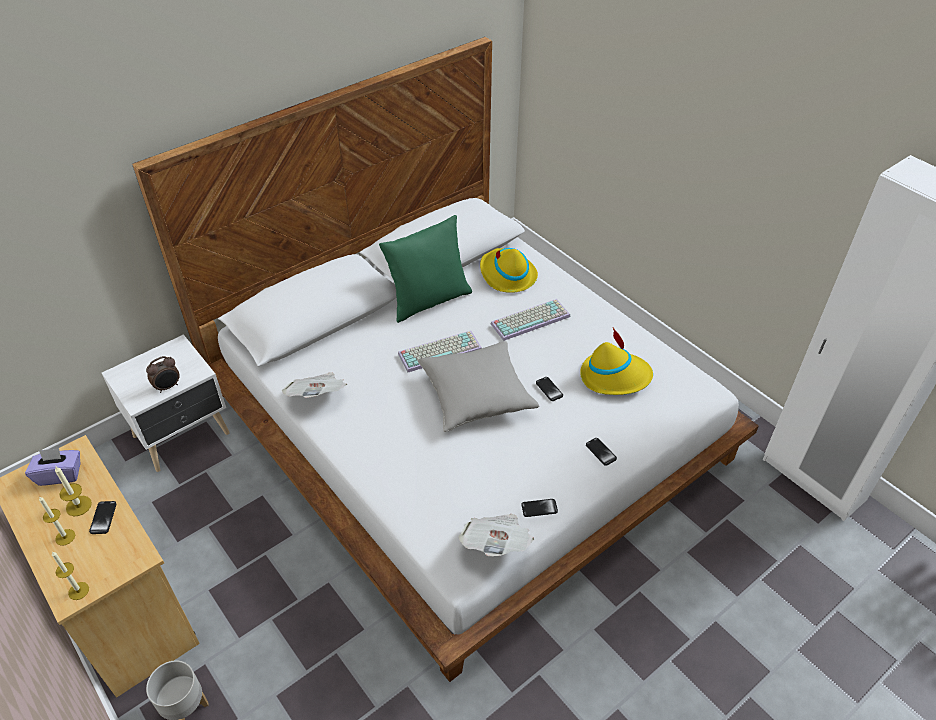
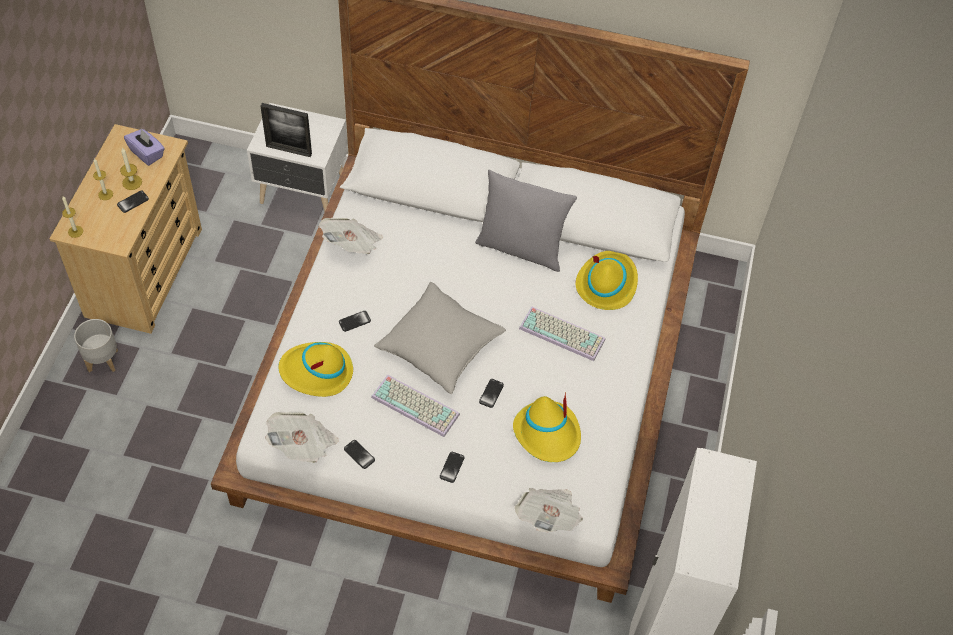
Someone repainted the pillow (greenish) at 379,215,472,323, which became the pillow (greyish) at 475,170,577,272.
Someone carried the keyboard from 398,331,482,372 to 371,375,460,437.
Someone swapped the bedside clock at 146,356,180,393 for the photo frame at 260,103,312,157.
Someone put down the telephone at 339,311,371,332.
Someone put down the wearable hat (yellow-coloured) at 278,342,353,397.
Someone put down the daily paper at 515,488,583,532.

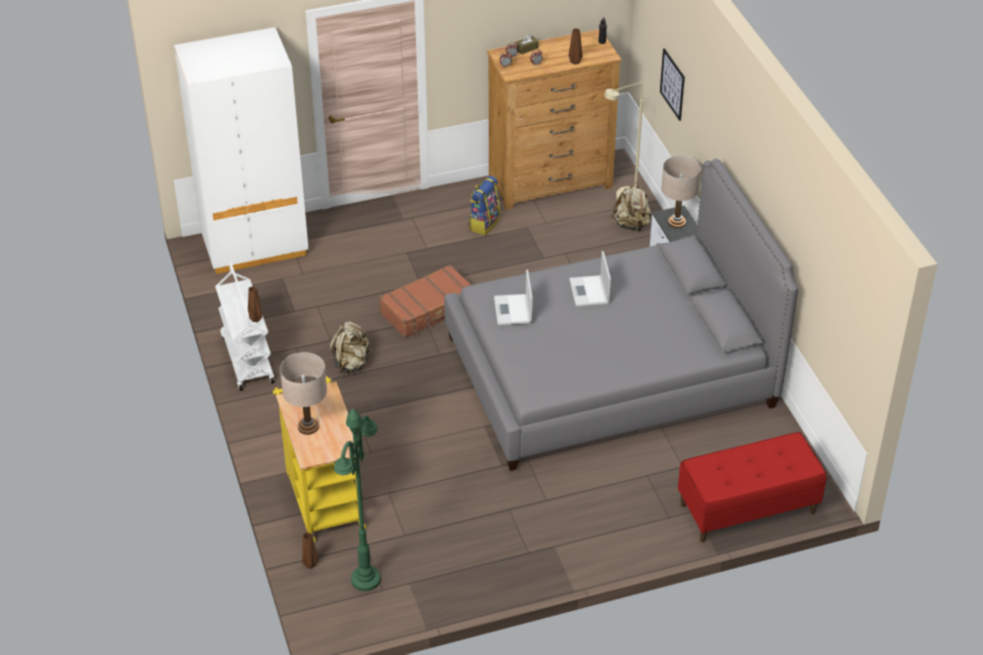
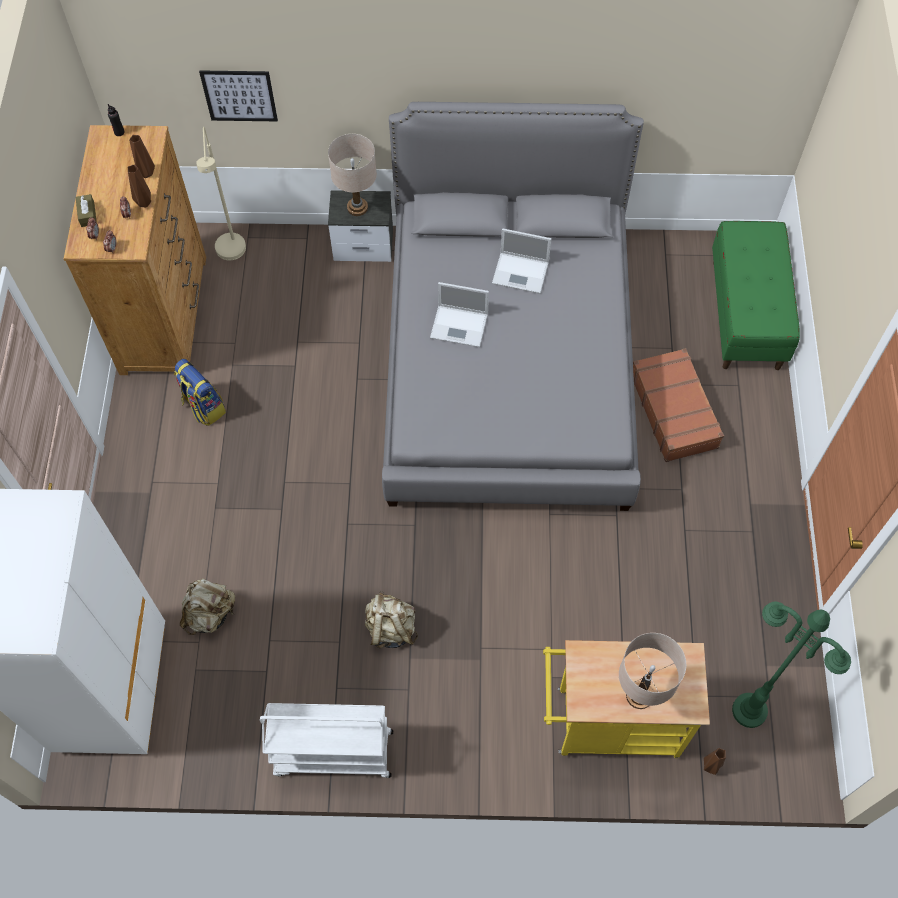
Someone carried the rucksack (beige) from 611,182,652,232 to 180,578,235,635.
Someone carried the piece of luggage (brown) from 379,265,471,338 to 633,348,724,462.
Someone carried the laptop from 494,270,533,325 to 492,228,551,294.
Someone carried the flower vase (brown) from 248,286,262,322 to 128,165,151,208.
Someone repainted the indoor bench (red) at 678,432,827,542, which became the indoor bench (greenish) at 712,221,800,370.

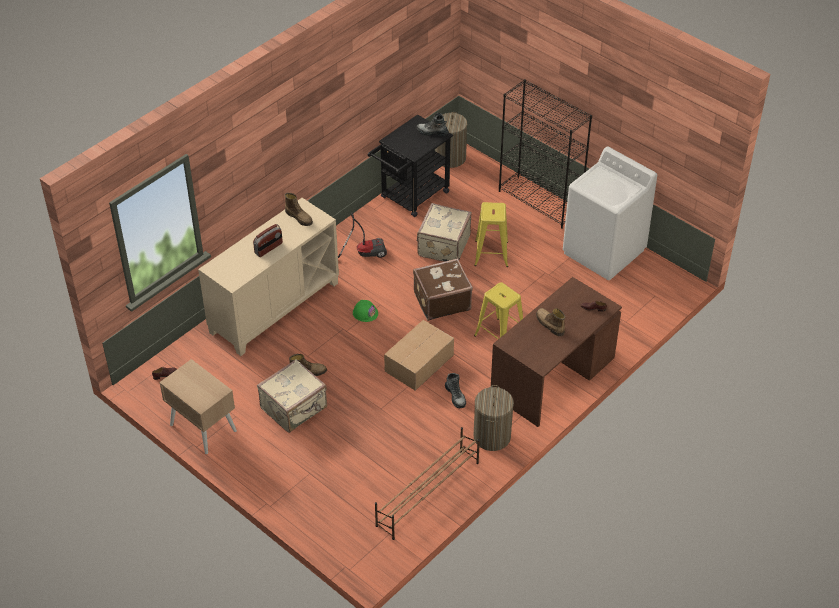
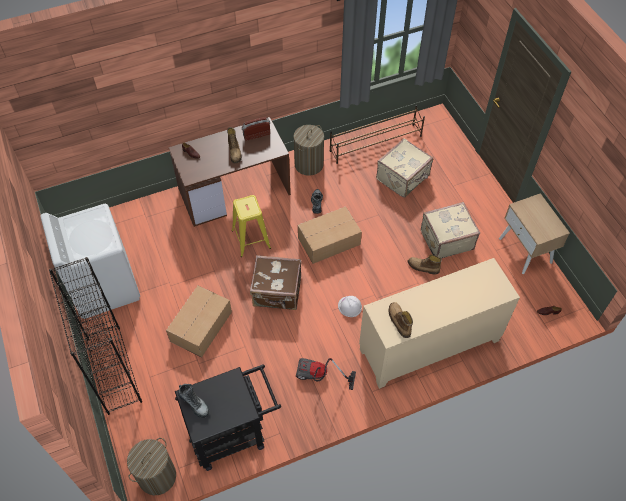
Someone swapped the sitting stool (yellow-coloured) at 474,202,508,267 for the cardboard box at 166,286,232,357.
Someone carried the piece of luggage (beige) from 417,203,472,262 to 376,138,433,198.
Someone carried the radio from 253,224,283,257 to 242,117,270,141.
Someone repainted the safety helmet (greenish) at 353,300,378,322, which became the safety helmet (white) at 338,296,362,317.

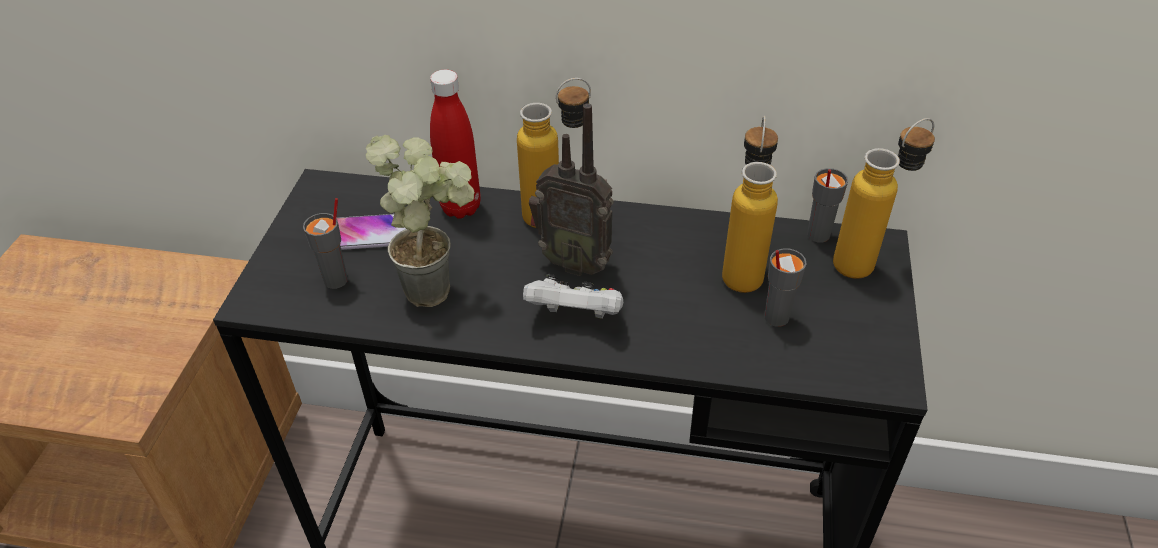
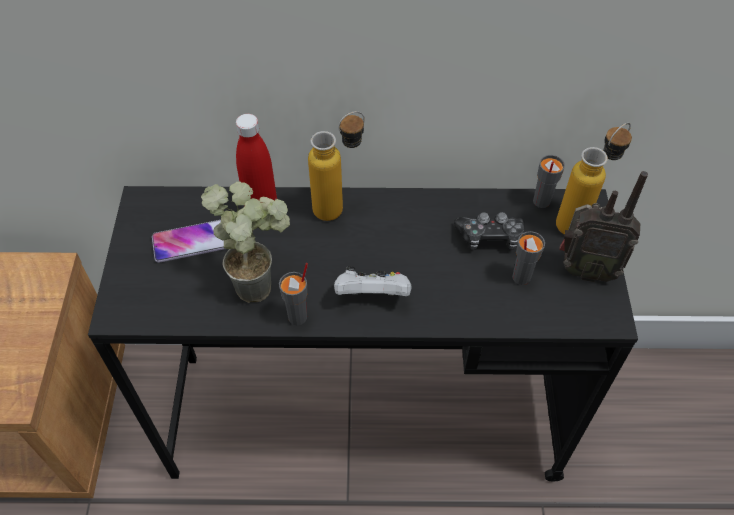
Someone carried the radio from 529,103,614,276 to 559,171,648,282.
Someone swapped the drink bottle at 722,116,778,293 for the game controller at 454,212,525,250.
Someone carried the drinking cup (greyish) from 303,198,348,289 to 279,263,308,325.

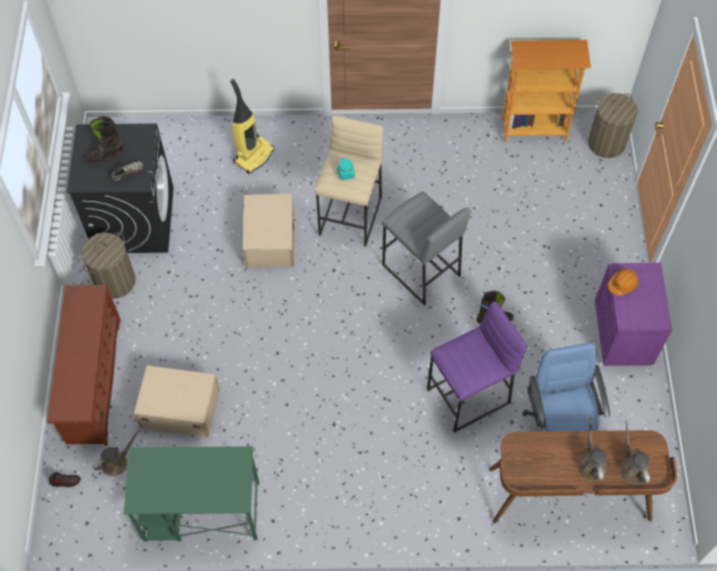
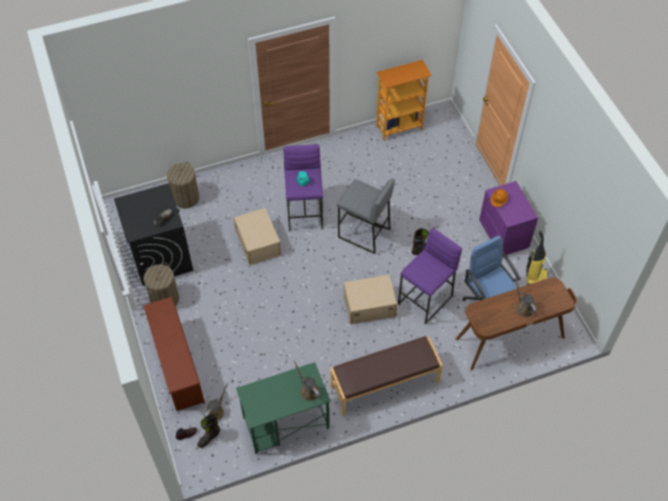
Someone carried the vacuum cleaner from 230,79,275,174 to 526,231,548,285.
Someone carried the hamper from 588,93,638,158 to 167,162,199,209.
Someone carried the high-top boot (black-coloured) from 86,116,123,163 to 197,415,220,448.
Someone repainted the sitting stool (beige) at 315,116,384,246, which became the sitting stool (purplish) at 284,144,323,231.
Someone carried the storage bin (beige) from 134,365,220,438 to 344,275,397,324.
Someone carried the sprinkling can (brown) from 620,420,650,484 to 294,361,319,401.
Someone put down the indoor bench (brown) at 330,336,443,416.

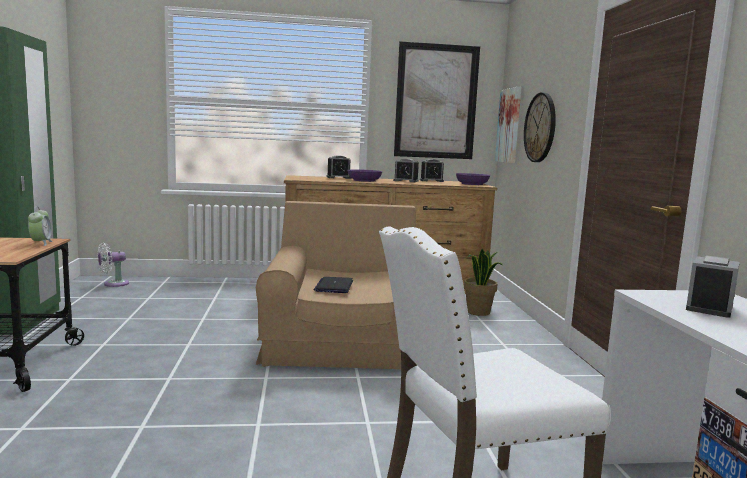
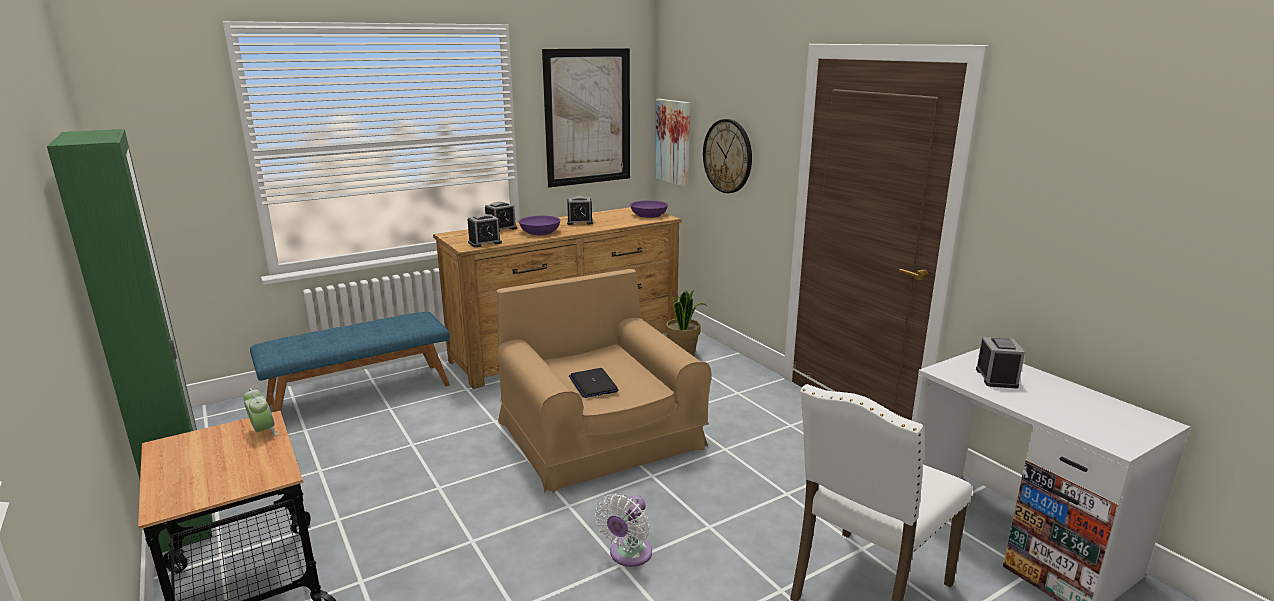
Someone carried the bedside clock from 420,159,444,182 to 468,214,502,247.
Someone carried the cooling fan (white) from 97,243,129,287 to 595,494,652,567.
Someone put down the indoor bench (blue-coloured) at 250,312,450,412.

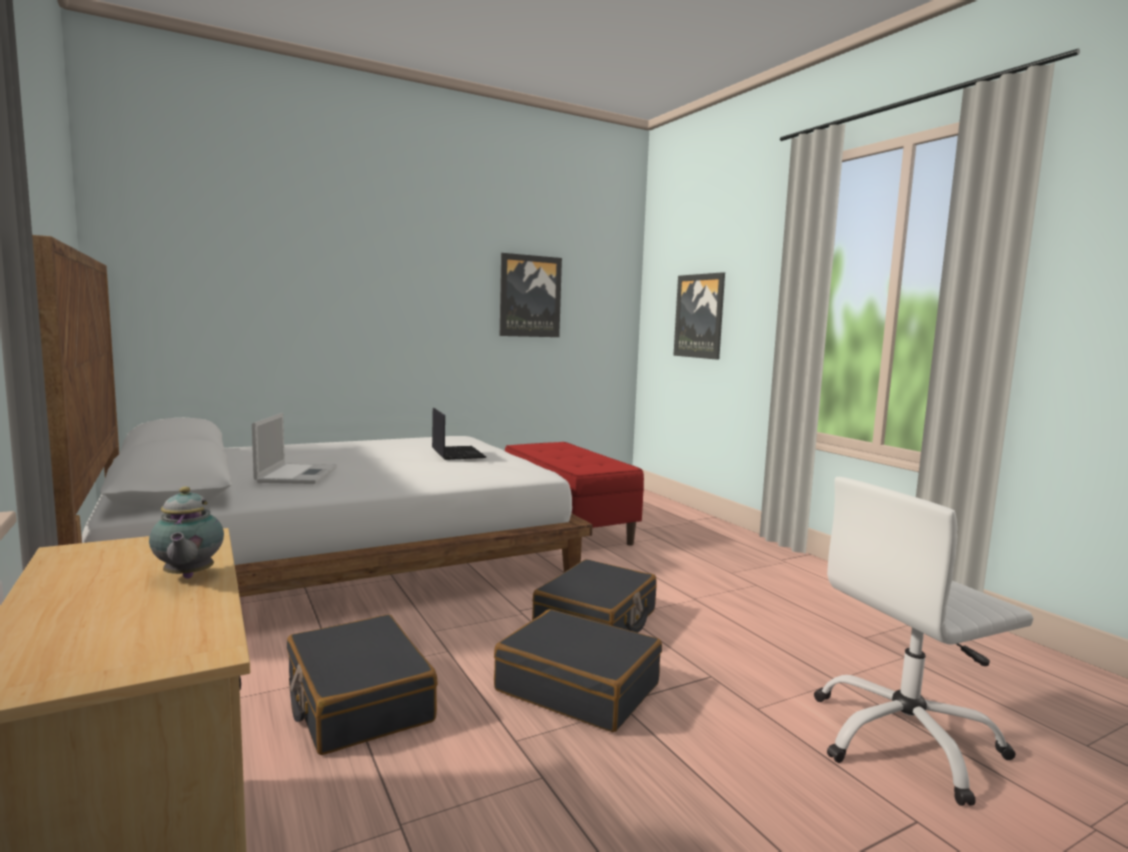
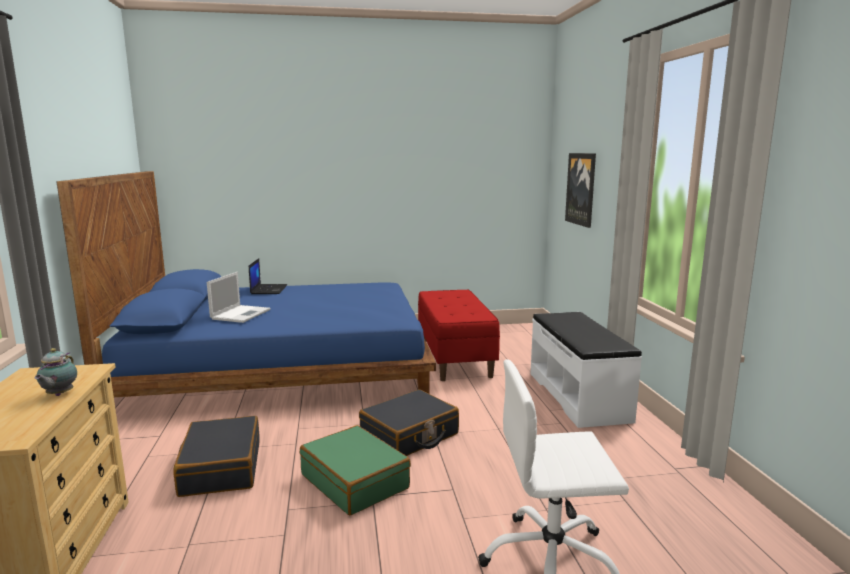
Someone repainted the bedroom bed (white) at 32,235,593,597, which became the bedroom bed (blue-coloured) at 57,171,436,397.
Someone took away the wall picture at 500,253,562,337.
Someone carried the laptop from 432,408,486,460 to 249,258,287,294.
Someone repainted the piece of luggage (black-coloured) at 494,609,662,732, which became the piece of luggage (greenish) at 300,425,411,515.
Someone put down the indoor bench (white) at 530,312,642,428.

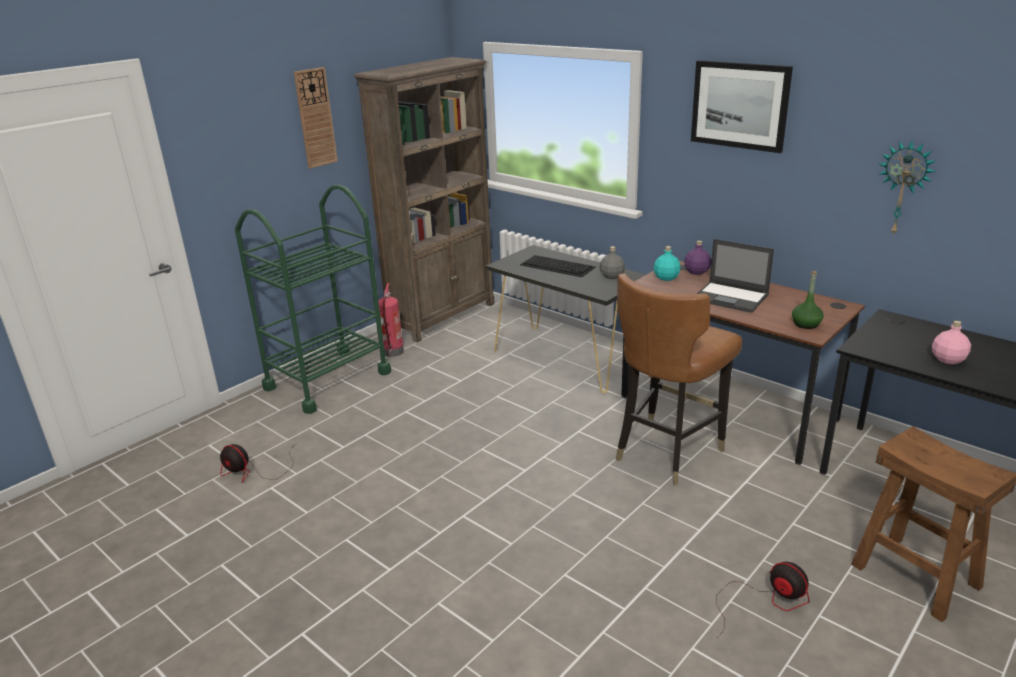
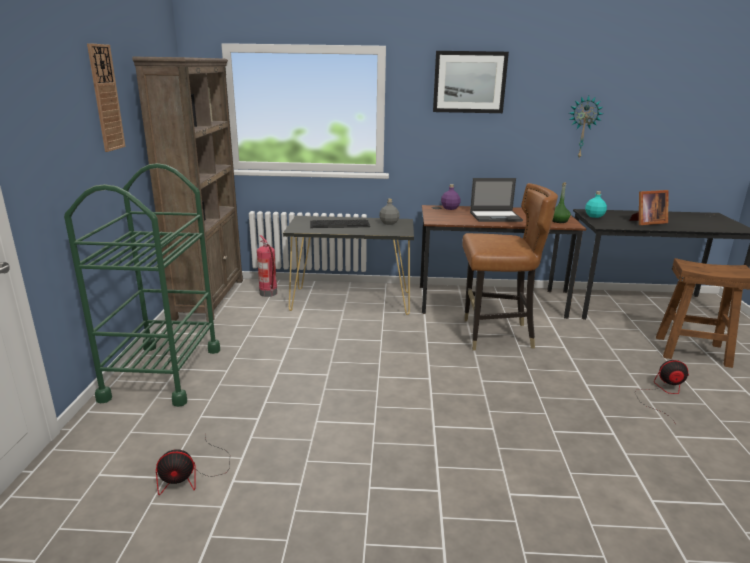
Someone carried the drink bottle (blue-green) from 654,246,680,281 to 585,191,607,218.
Someone rotated the upright chair (brown) at 616,273,742,485 by 90 degrees counterclockwise.
Someone carried the extinguisher from 378,283,404,357 to 257,235,277,297.
Someone swapped the drink bottle (pinkish) at 932,321,971,364 for the photo frame at 629,190,669,225.

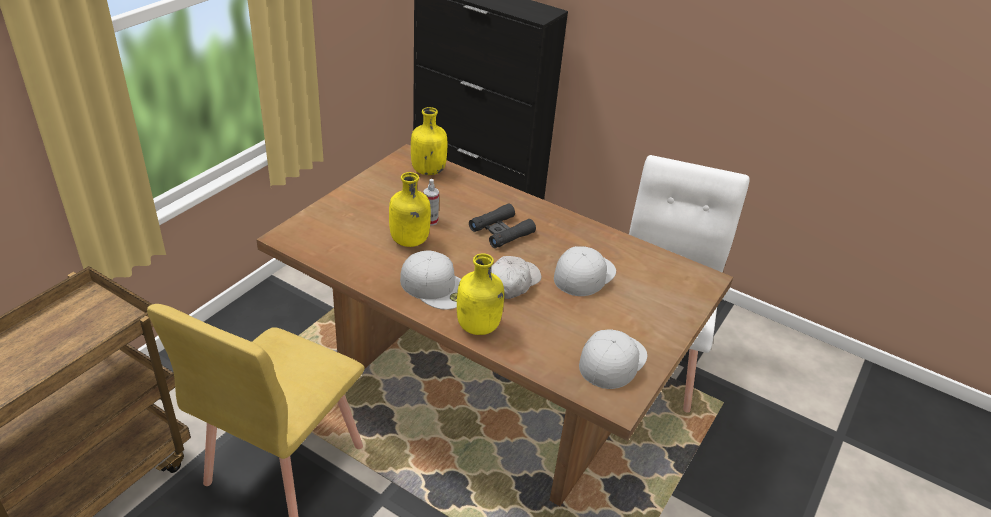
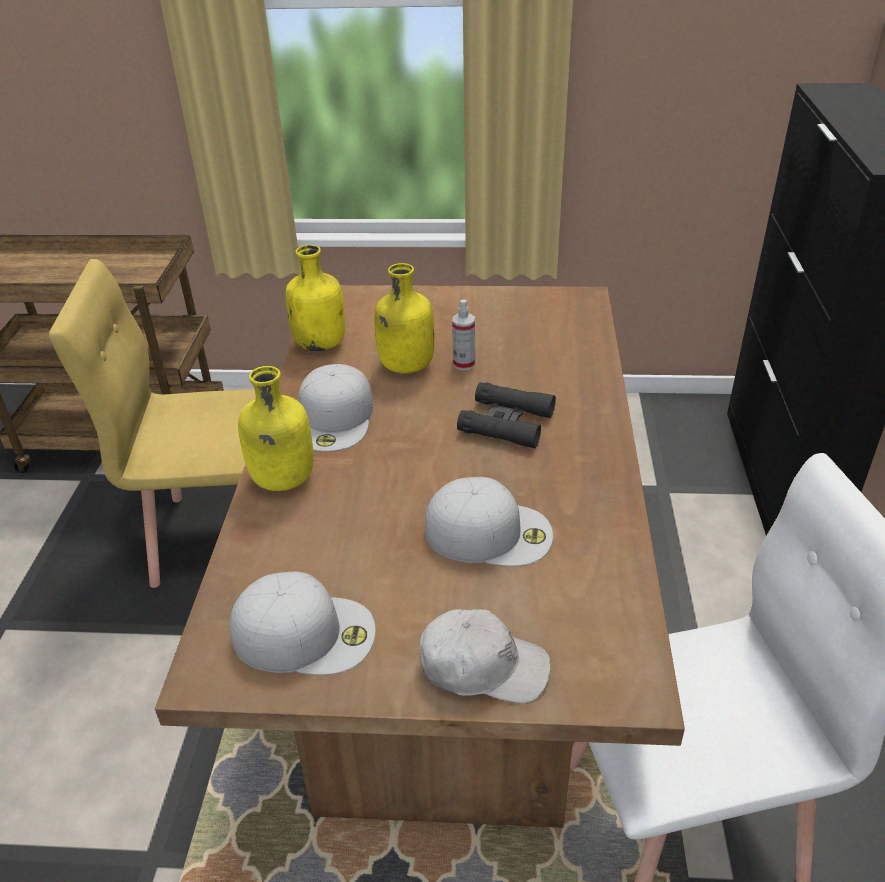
Someone carried the drink bottle (yellow-coloured) from 411,107,447,175 to 285,245,345,351.
Someone carried the peaked cap (white) from 491,256,541,299 to 420,609,551,703.

